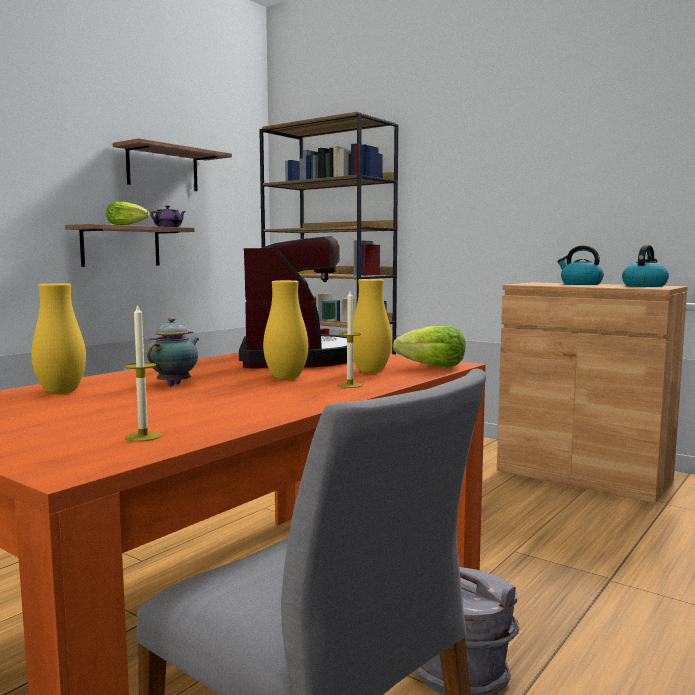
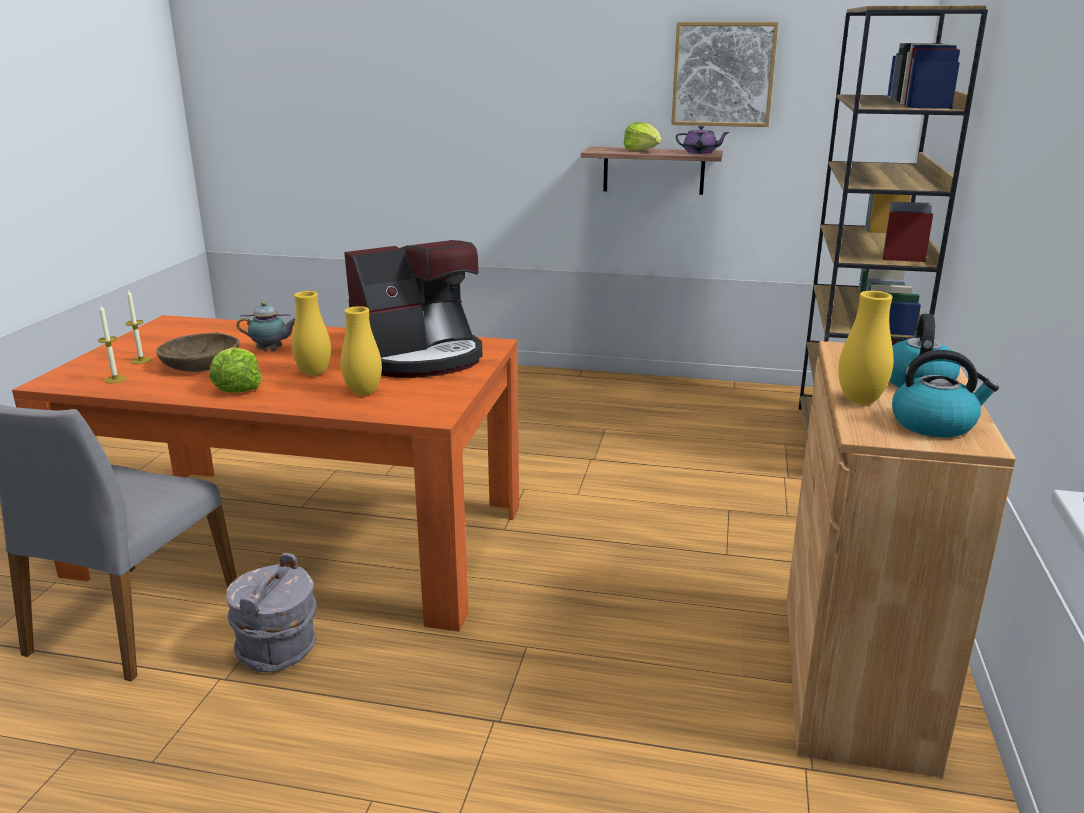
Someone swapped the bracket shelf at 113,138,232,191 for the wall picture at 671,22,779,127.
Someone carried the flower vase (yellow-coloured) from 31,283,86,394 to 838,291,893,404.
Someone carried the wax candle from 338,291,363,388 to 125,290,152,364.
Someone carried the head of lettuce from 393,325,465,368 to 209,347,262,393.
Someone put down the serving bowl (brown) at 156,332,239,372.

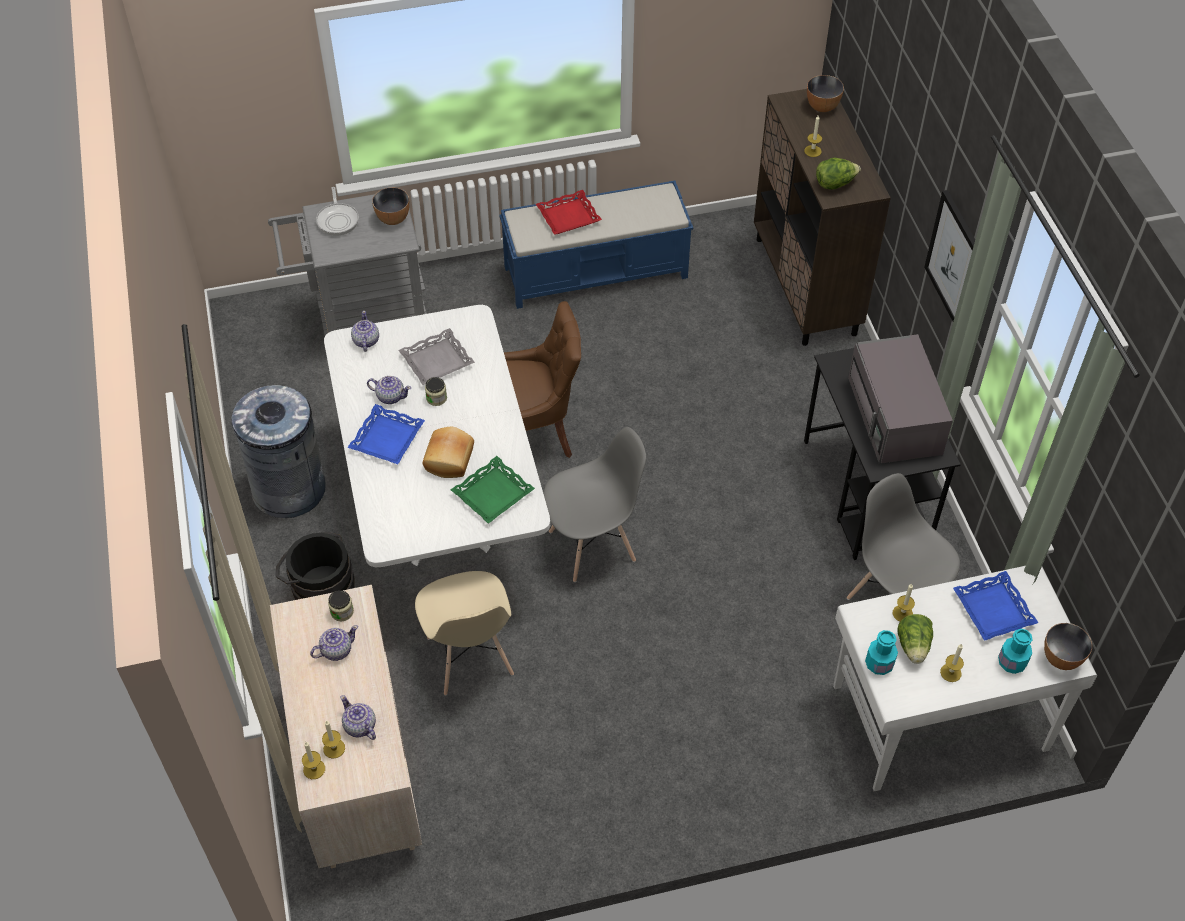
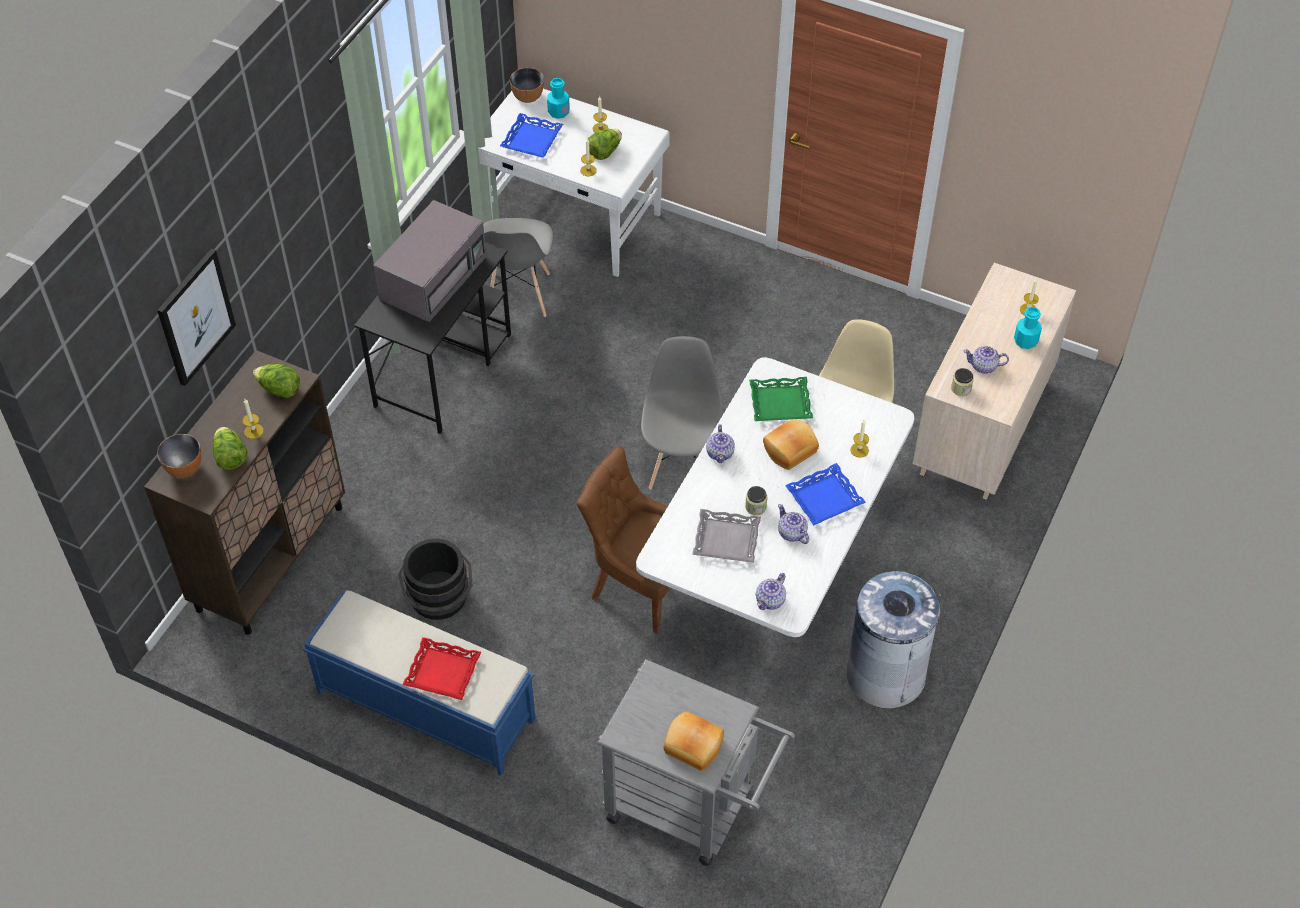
Someone swapped the frying pan at 316,187,359,236 for the bakery bread at 664,711,724,771.
Someone took away the serving bowl at 372,188,409,225.
Someone carried the wall picture from 924,190,975,321 to 157,249,236,386.
Someone rotated the upright chair (greyish) at 543,427,646,582 by 75 degrees clockwise.
Someone carried the water bucket (black-coloured) from 276,531,355,600 to 398,539,473,620.
Someone carried the drink bottle (blue-green) from 865,630,898,675 to 1014,307,1042,349.
Someone carried the pot for tea from 341,695,376,740 to 706,424,735,463.
Someone carried the wax candle from 302,742,325,779 to 850,420,869,458.
Someone put down the head of lettuce at 213,427,247,470.

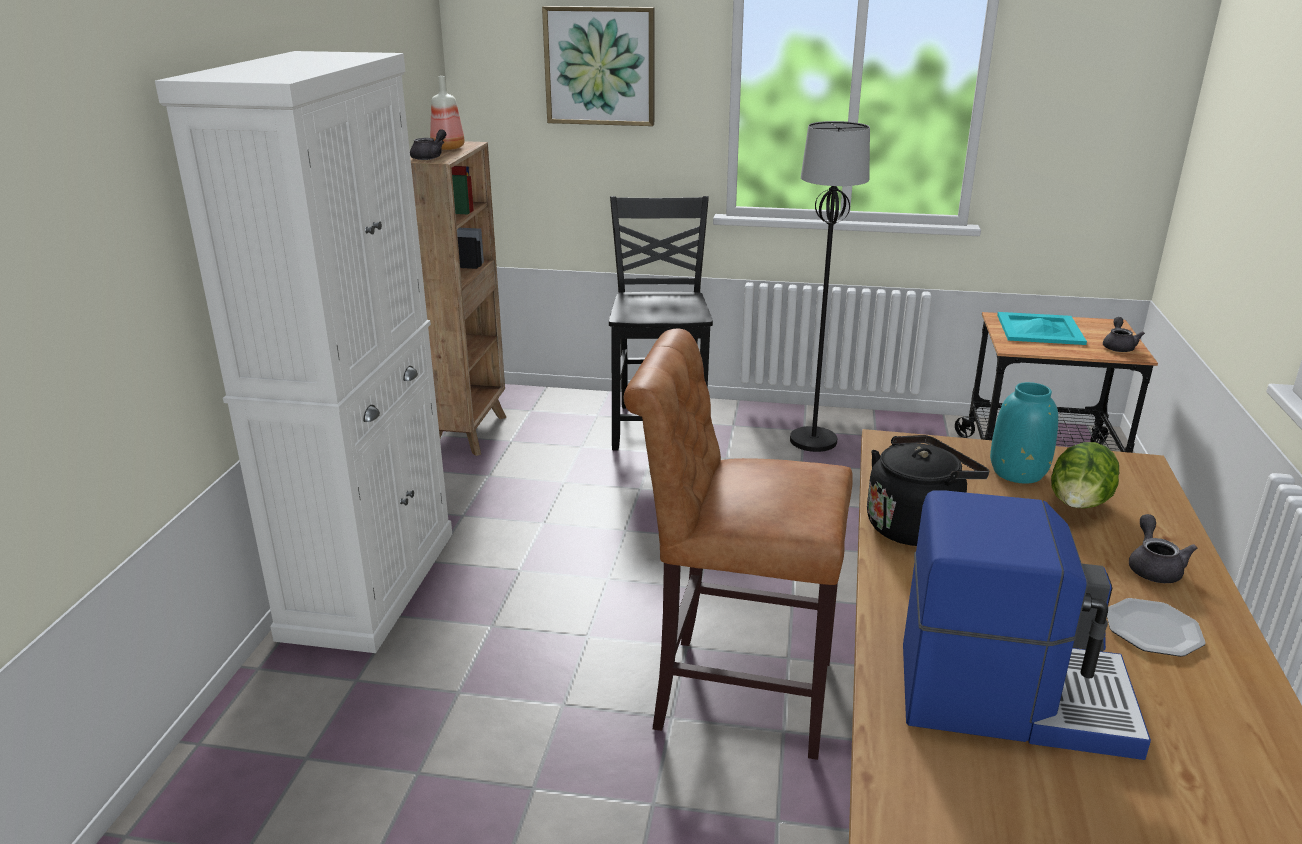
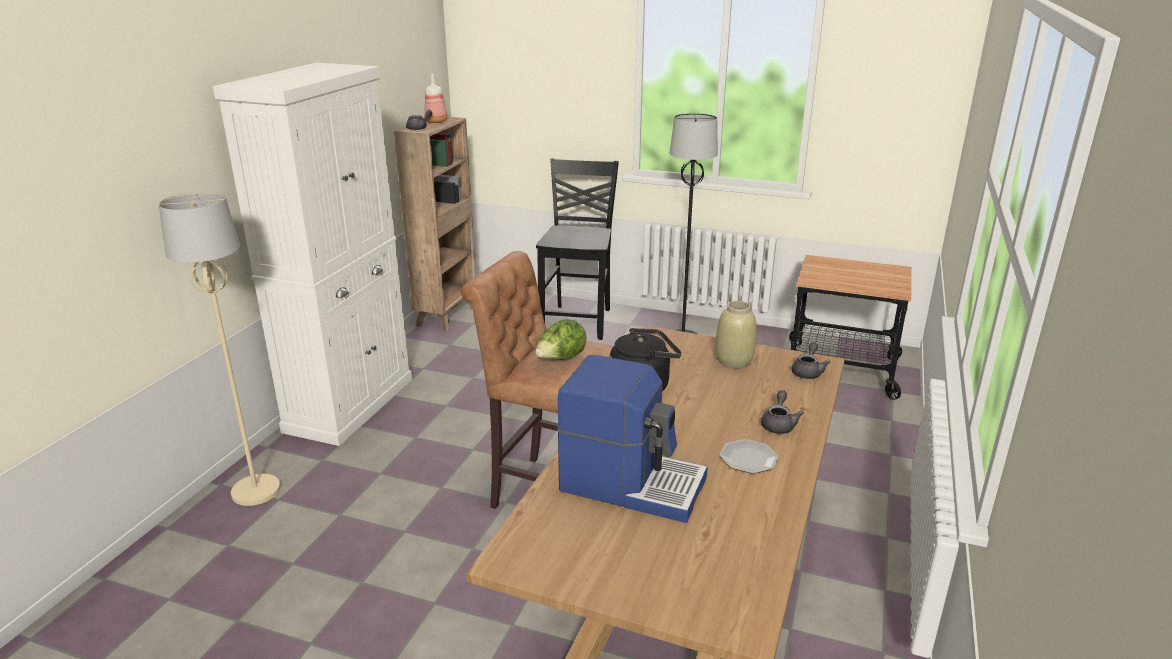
Someone took away the wall picture at 542,6,655,126.
Someone took away the serving tray (blue-green) at 997,312,1087,345.
Someone carried the pot for tea (greyish) from 1103,317,1145,352 to 792,342,830,379.
Someone repainted the flower vase (blue-green) at 990,382,1058,484, which became the flower vase (beige) at 715,301,757,368.
Someone carried the head of lettuce from 1051,442,1119,509 to 535,319,587,360.
Someone put down the floor lamp (beige) at 159,192,280,506.

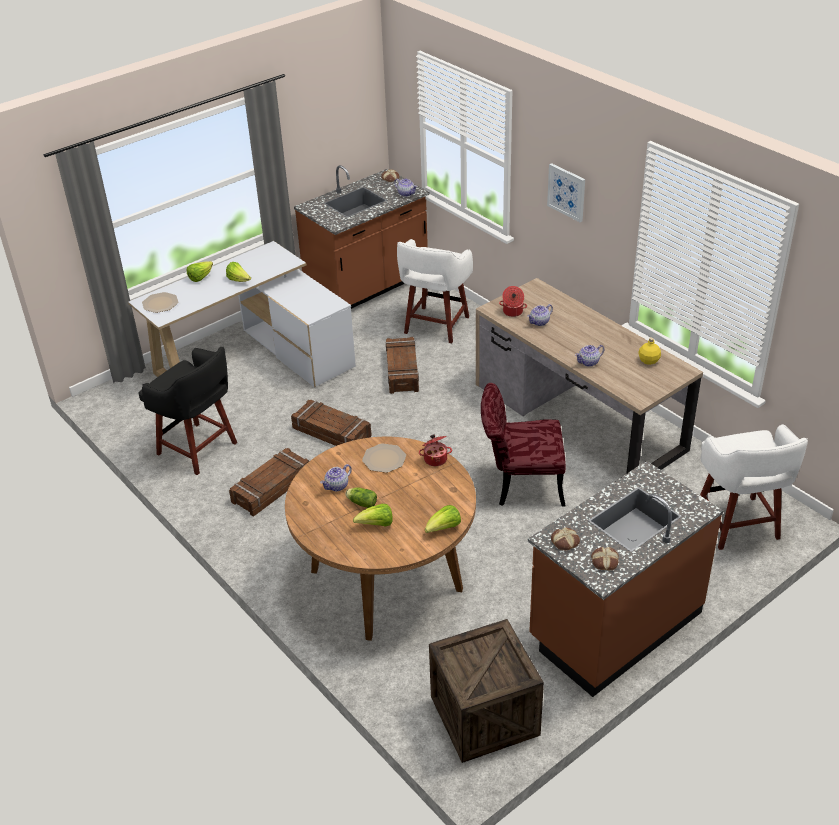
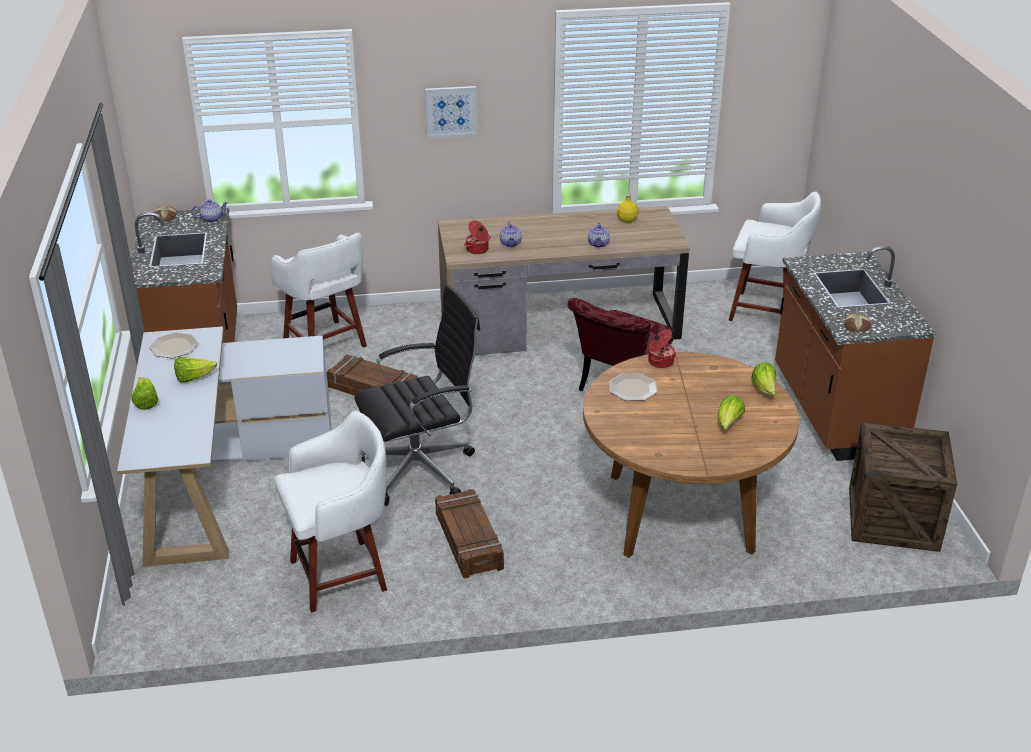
Someone carried the plate from 142,292,178,313 to 149,332,198,358.
Someone repainted the sitting stool (black-coloured) at 139,347,237,475, which became the sitting stool (white) at 274,411,387,612.
Someone swapped the shipping crate at 291,399,372,446 for the office chair (black-coloured) at 354,284,480,506.
Someone took away the pot for tea at 320,464,352,491.
Someone took away the head of lettuce at 345,487,377,508.
Someone took away the bakery bread at 591,547,619,570.

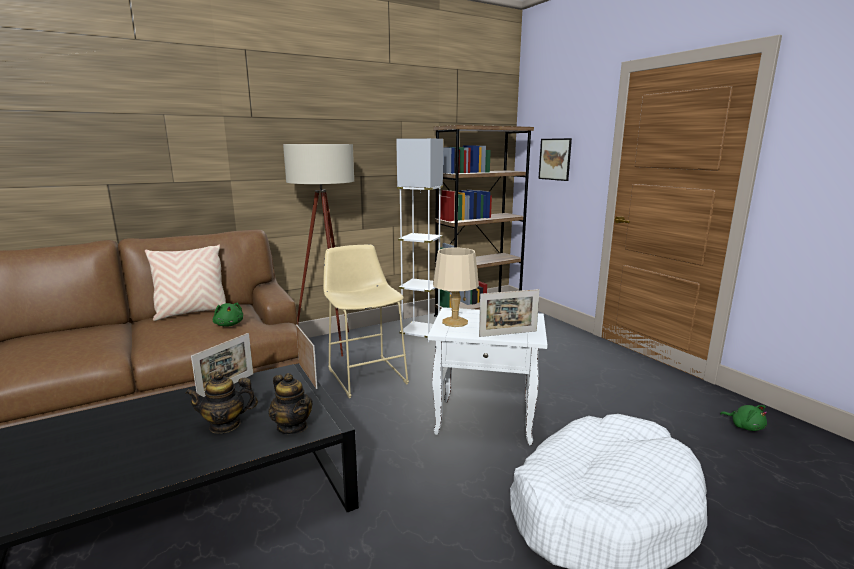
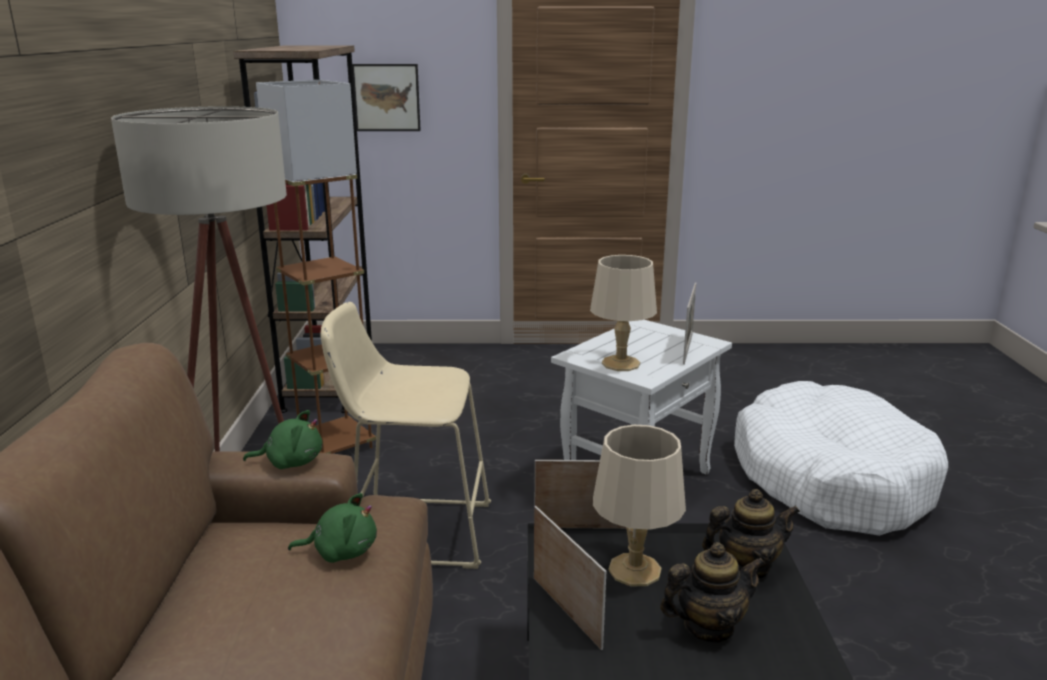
Someone repainted the floor lamp (white) at 396,138,443,342, which became the floor lamp (brown) at 256,80,376,454.
Someone took away the pillow (beige) at 145,244,226,321.
Someone rotated the pot for tea at 185,371,258,433 by 120 degrees counterclockwise.
Someone carried the plush toy (greenish) from 720,405,767,431 to 243,410,323,469.
Someone put down the lamp for a table (beige) at 593,425,686,586.

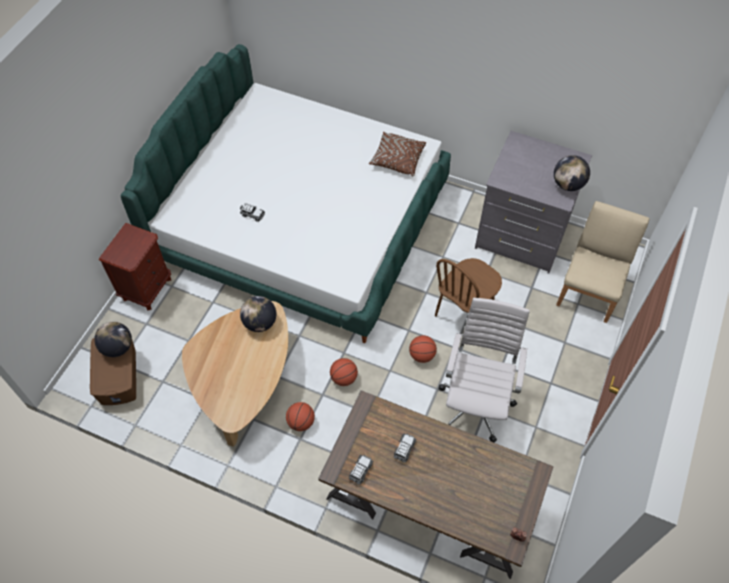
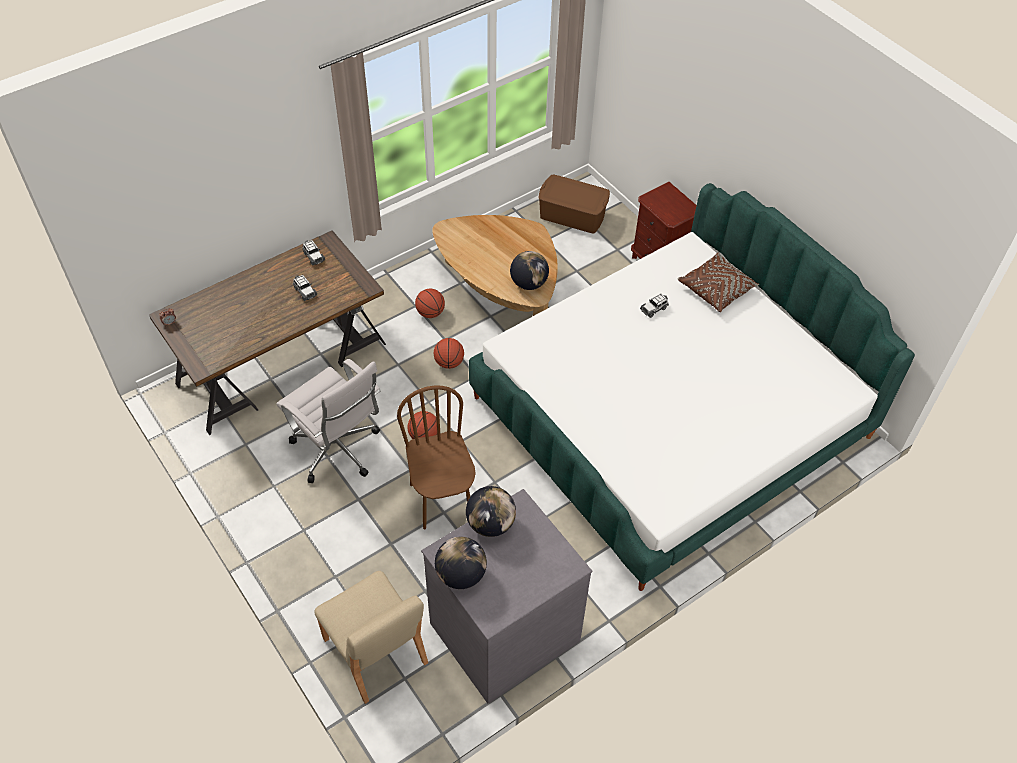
Someone carried the pillow (brown) from 369,132,426,177 to 678,253,759,312.
Someone carried the globe from 94,322,132,357 to 466,486,516,537.

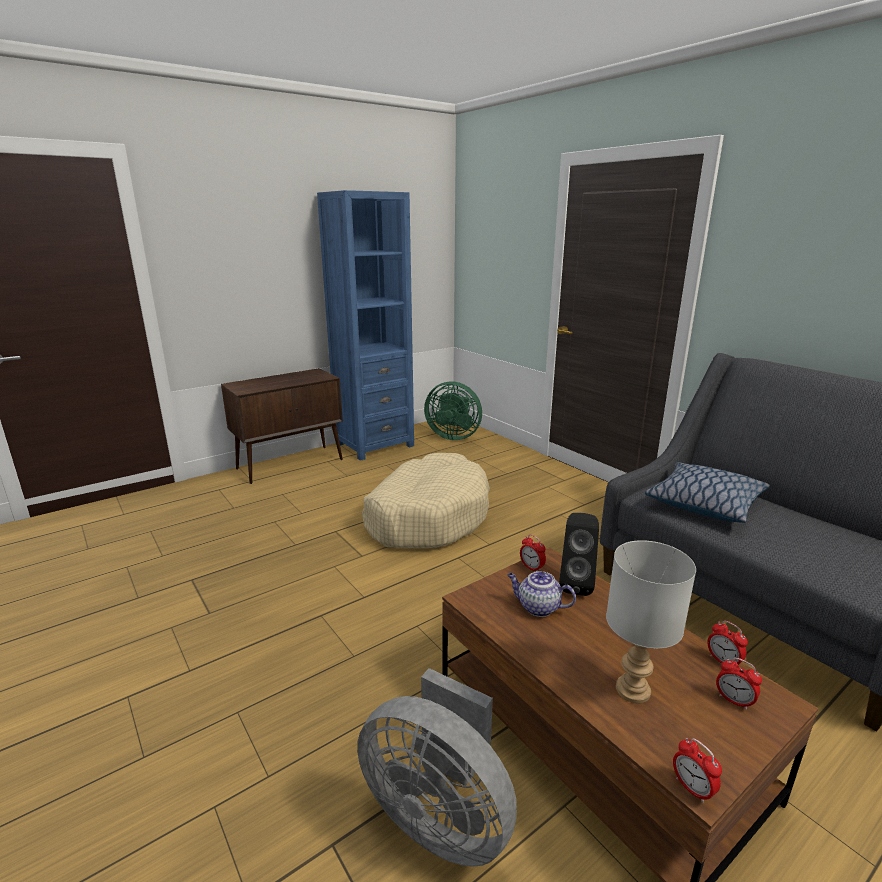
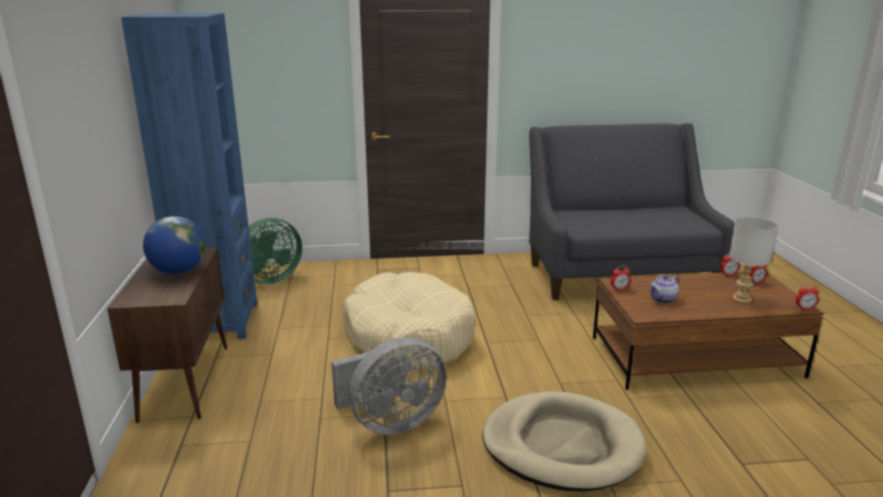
Someone took away the pillow at 645,462,770,523.
Someone took away the loudspeaker (black-coloured) at 559,513,599,596.
Someone carried the cooling fan (greyish) from 357,668,517,867 to 331,337,447,435.
Someone put down the globe at 143,216,206,274.
Someone put down the dog bed (beige) at 483,391,646,492.

